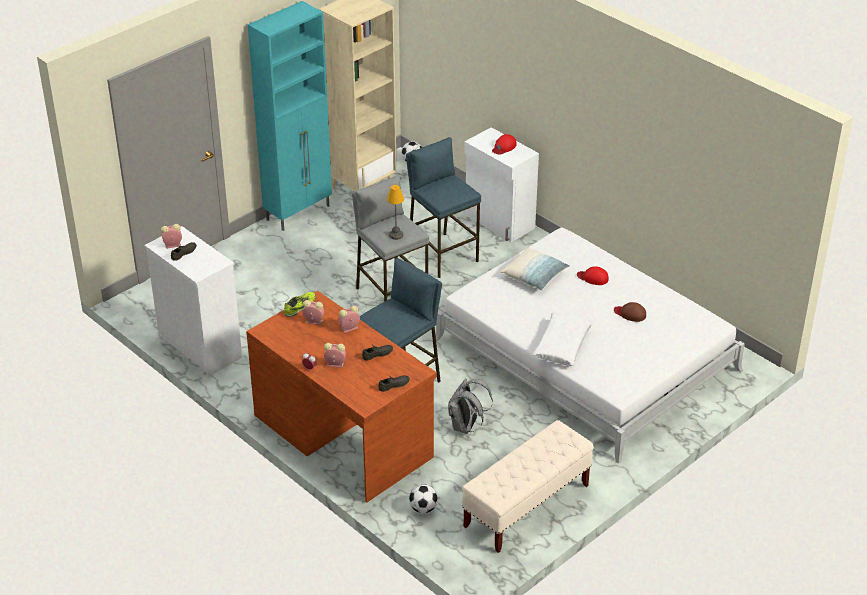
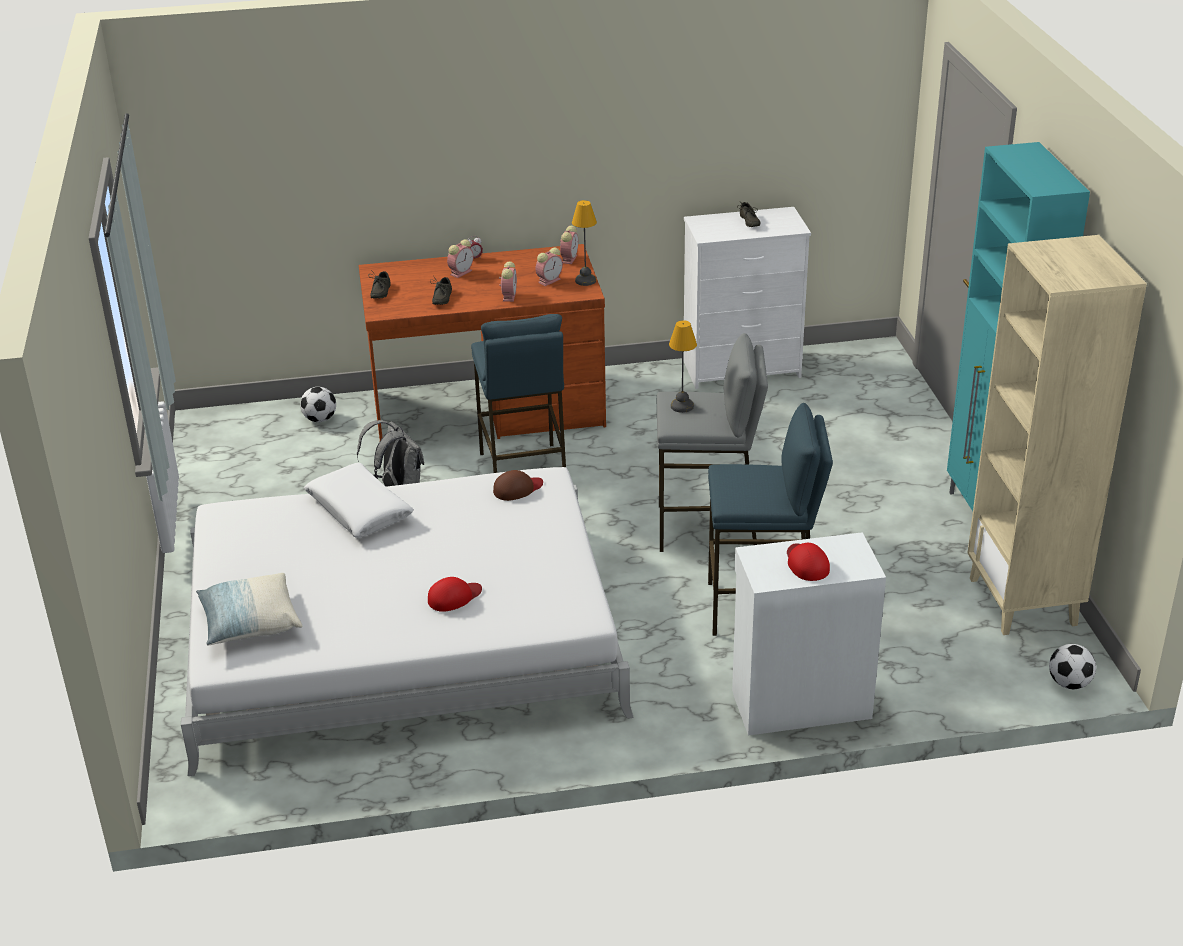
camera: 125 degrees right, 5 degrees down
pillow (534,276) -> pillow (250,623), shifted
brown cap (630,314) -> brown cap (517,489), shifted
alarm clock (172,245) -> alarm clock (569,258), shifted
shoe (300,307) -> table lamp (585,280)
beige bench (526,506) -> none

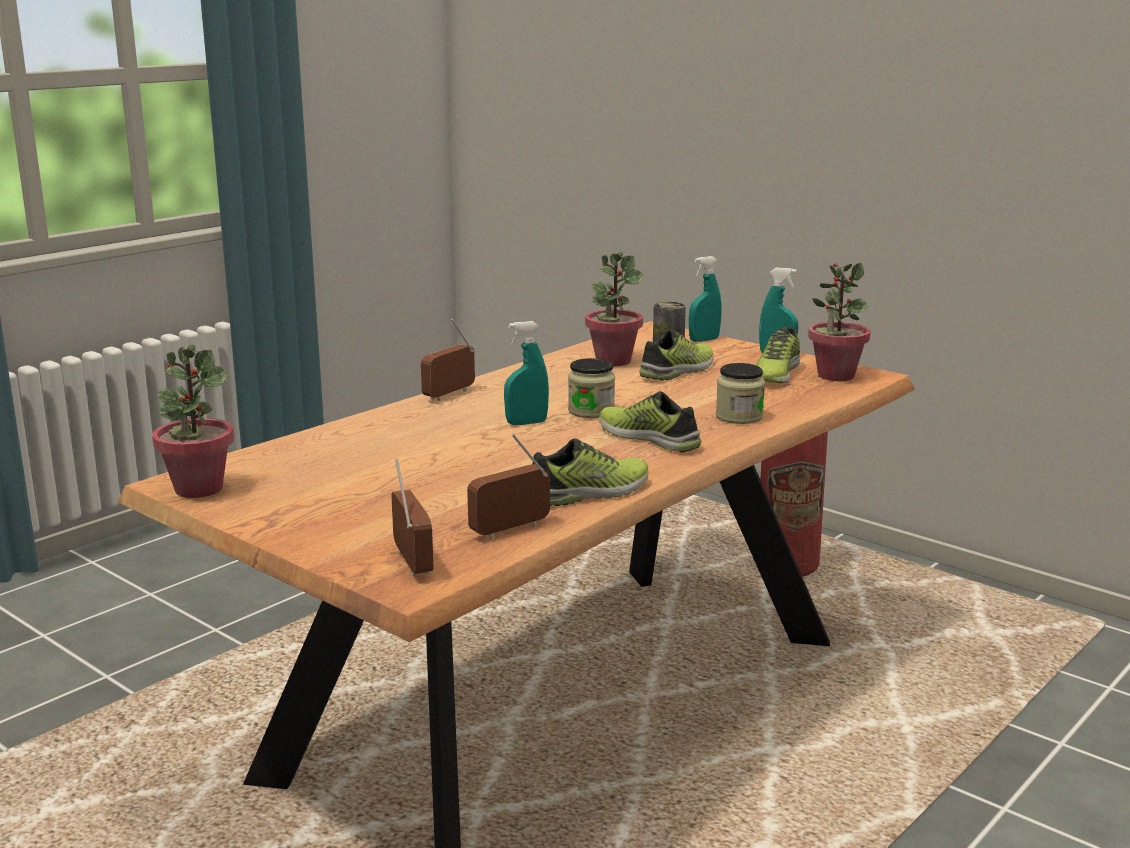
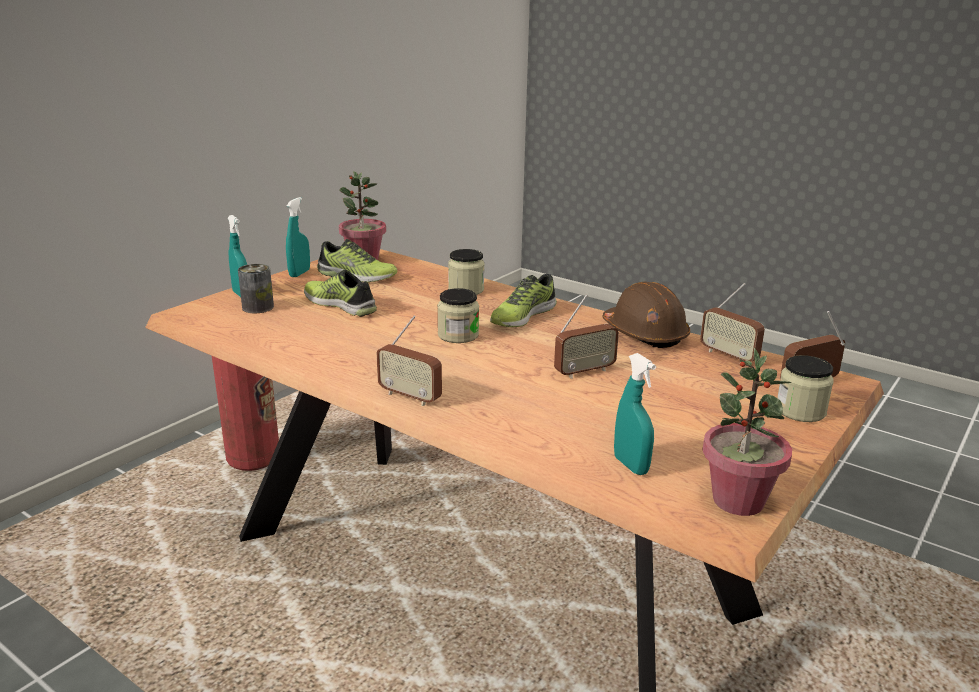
camera: 95 degrees left, 5 degrees up
none -> radio (584,371)
shoe (590,493) -> brown hard hat (645,334)
turquoise spray bottle (526,423) -> turquoise spray bottle (631,465), shifted
none -> jar (800,411)
potted plant (613,361) -> none

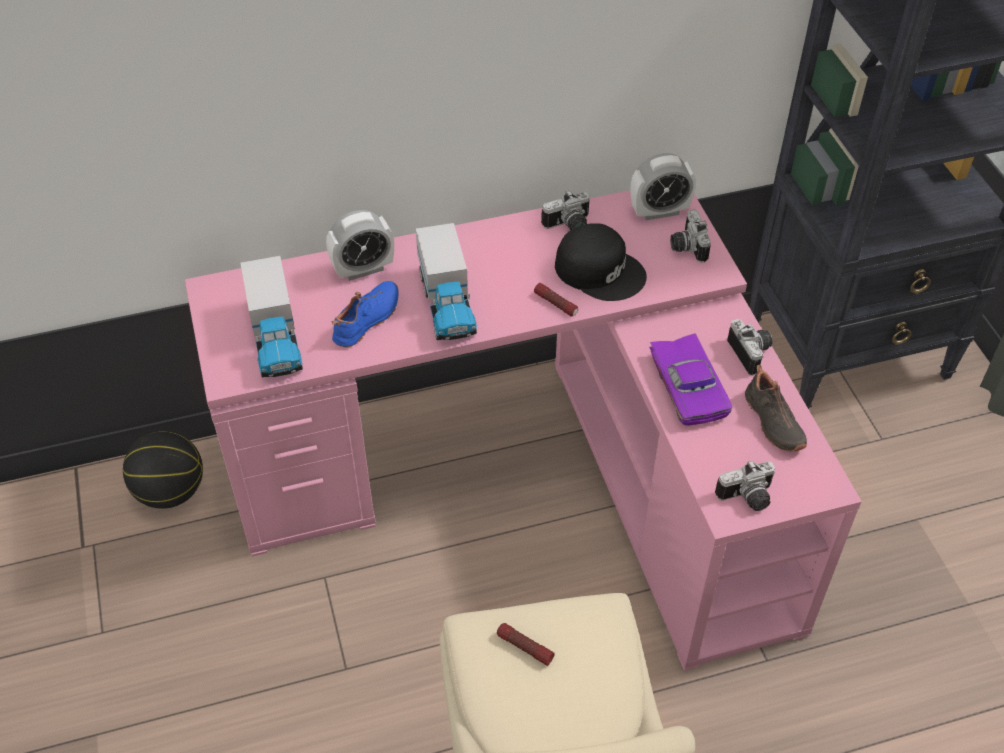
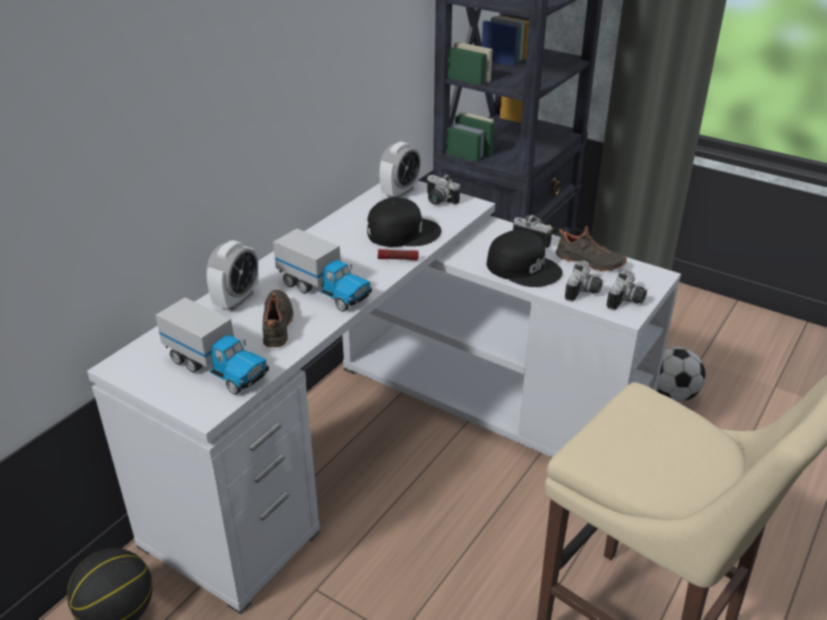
camera: 40 degrees left, 15 degrees down
pink desk (536,473) -> white desk (397,433)
blue shoe (368,321) -> black shoe (278,325)
purple toy car (691,386) -> black cap (524,267)
photo camera (569,226) -> photo camera (584,292), shifted
none -> football (671,395)
flashlight (524,647) -> none

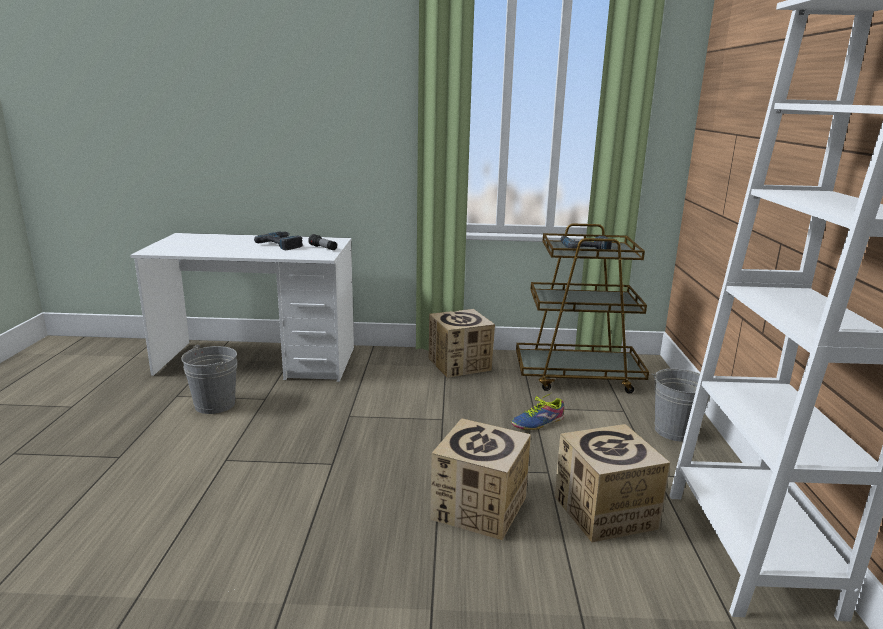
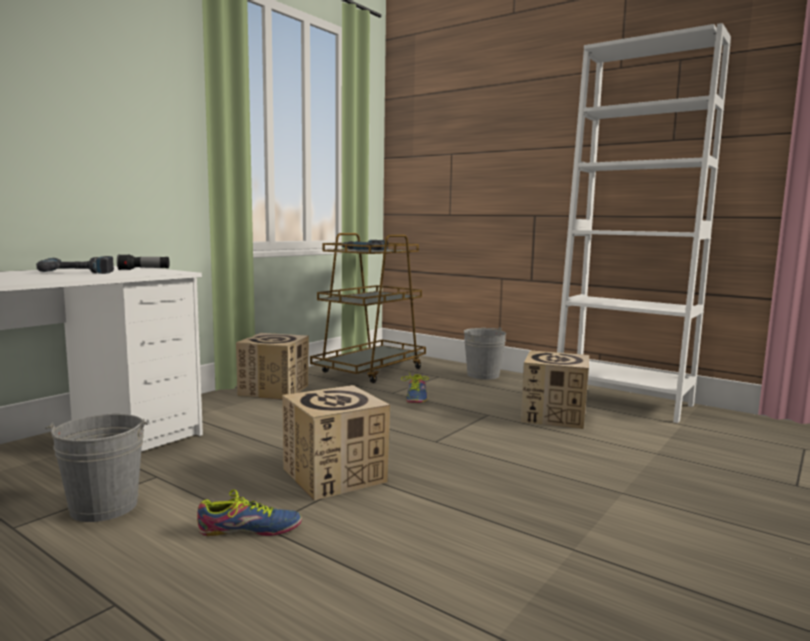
camera: 55 degrees left, 10 degrees down
none -> shoe (249,529)
cardboard box (479,508) -> cardboard box (335,475), shifted

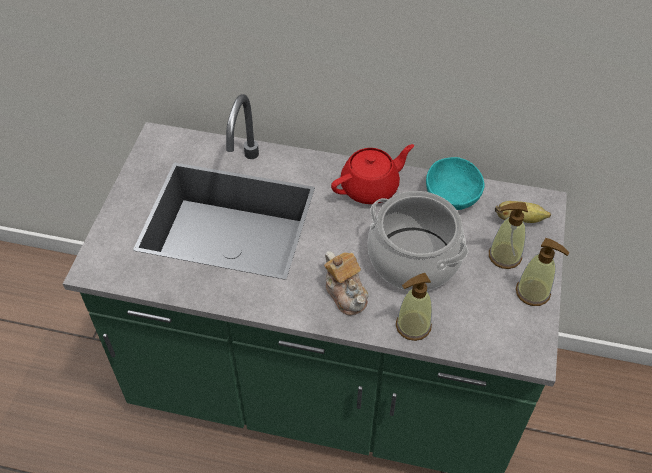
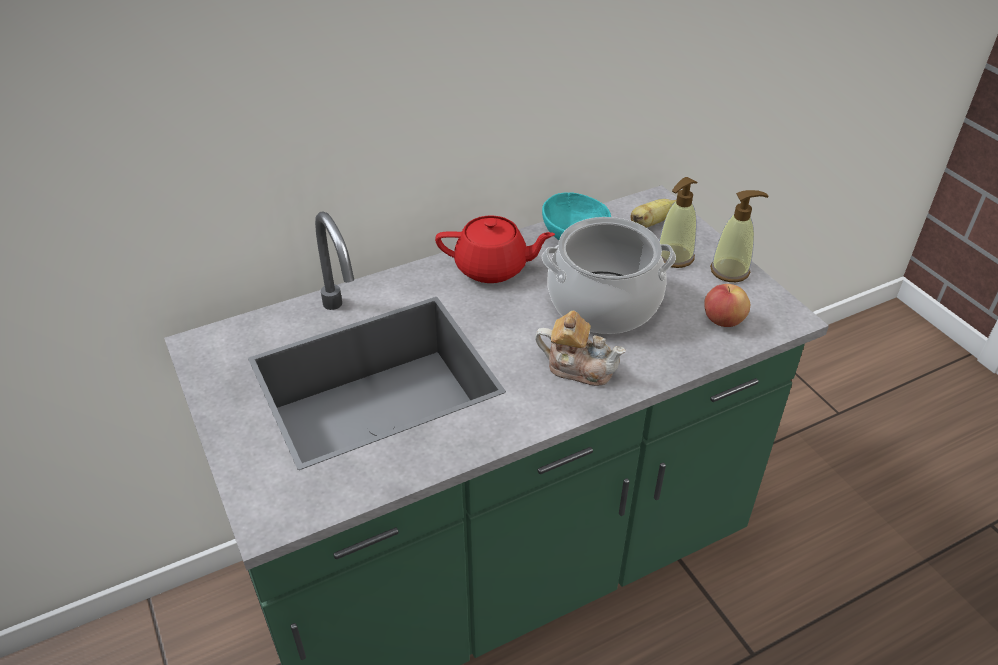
camera: 40 degrees left, 10 degrees down
red teapot (371,187) -> red teapot (493,268), 75 degrees clockwise
none -> apple (723,321)
soap dispenser (413,326) -> none

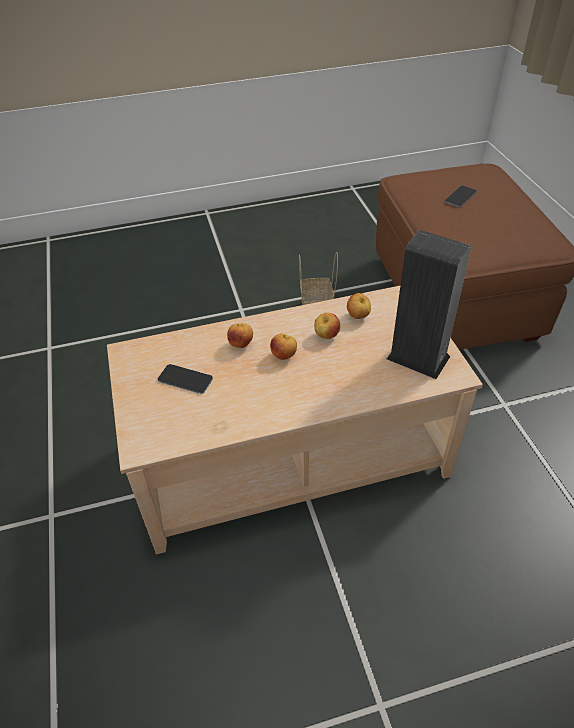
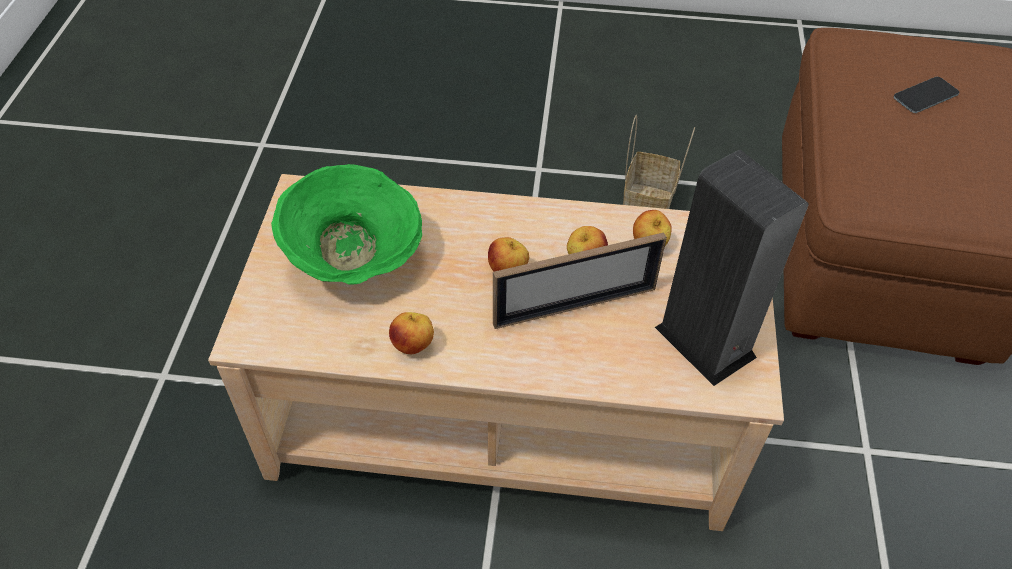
camera: 20 degrees right, 5 degrees up
phone (185,379) -> green bowl (355,260)
apple (241,344) -> apple (413,345), shifted
none -> picture frame (575,306)

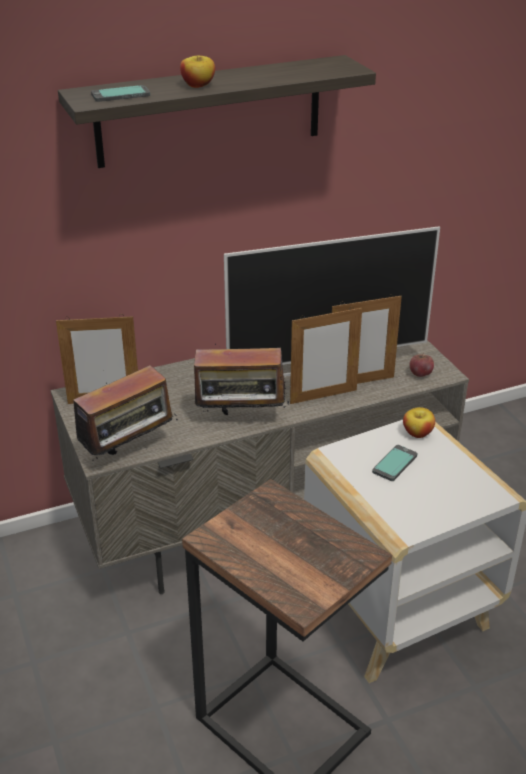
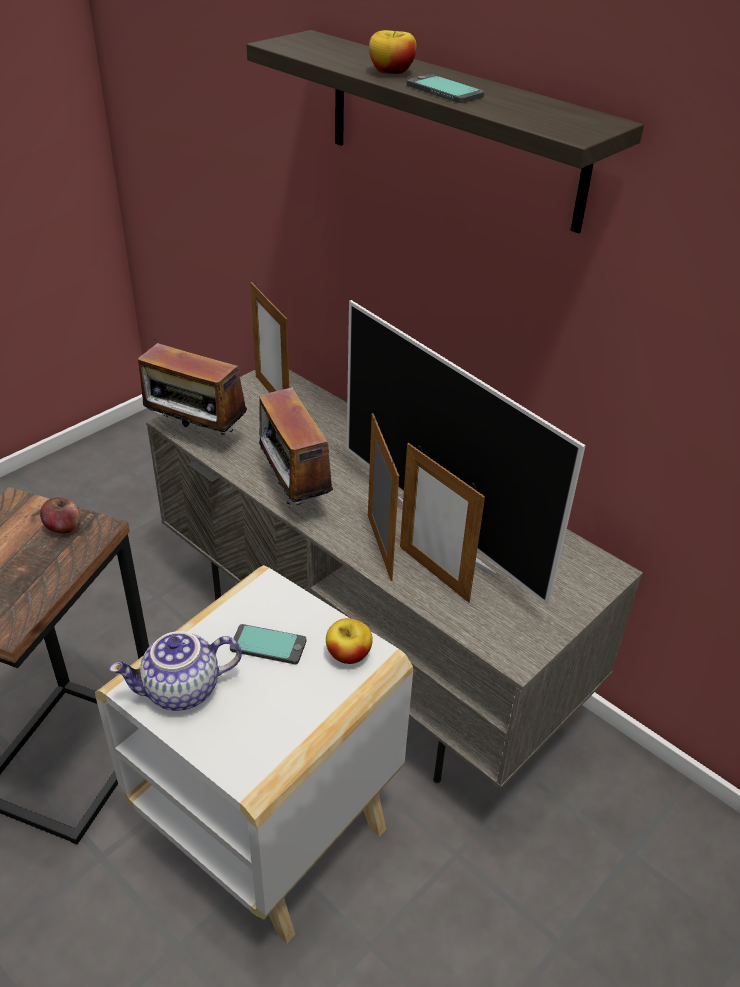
camera: 65 degrees right, 5 degrees up
apple (420,374) -> apple (63,527), shifted
none -> teapot (181,691)
picture frame (323,396) -> picture frame (379,547), 150 degrees counterclockwise
phone (120,95) -> phone (444,91), shifted

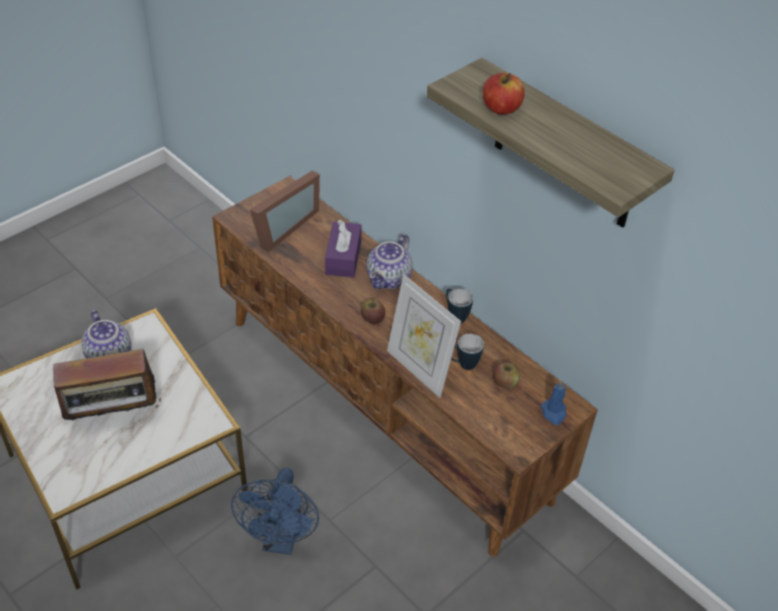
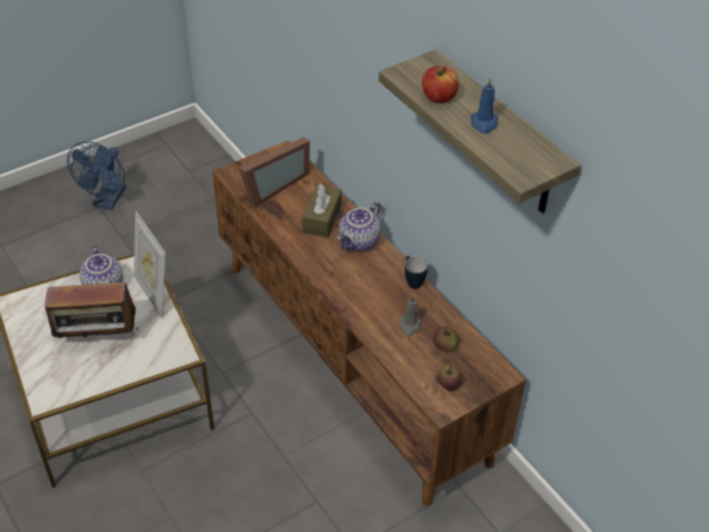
camera: 10 degrees right, 0 degrees up
blue fan (281,540) -> blue fan (107,201), shifted
picture frame (419,370) -> picture frame (154,294), shifted
purple tissue box (343,258) -> brown tissue box (322,219)
mug (462,364) -> grey candle (409,326)
apple (372,319) -> apple (448,384), shifted
blue candle (554,413) -> blue candle (484,123), shifted

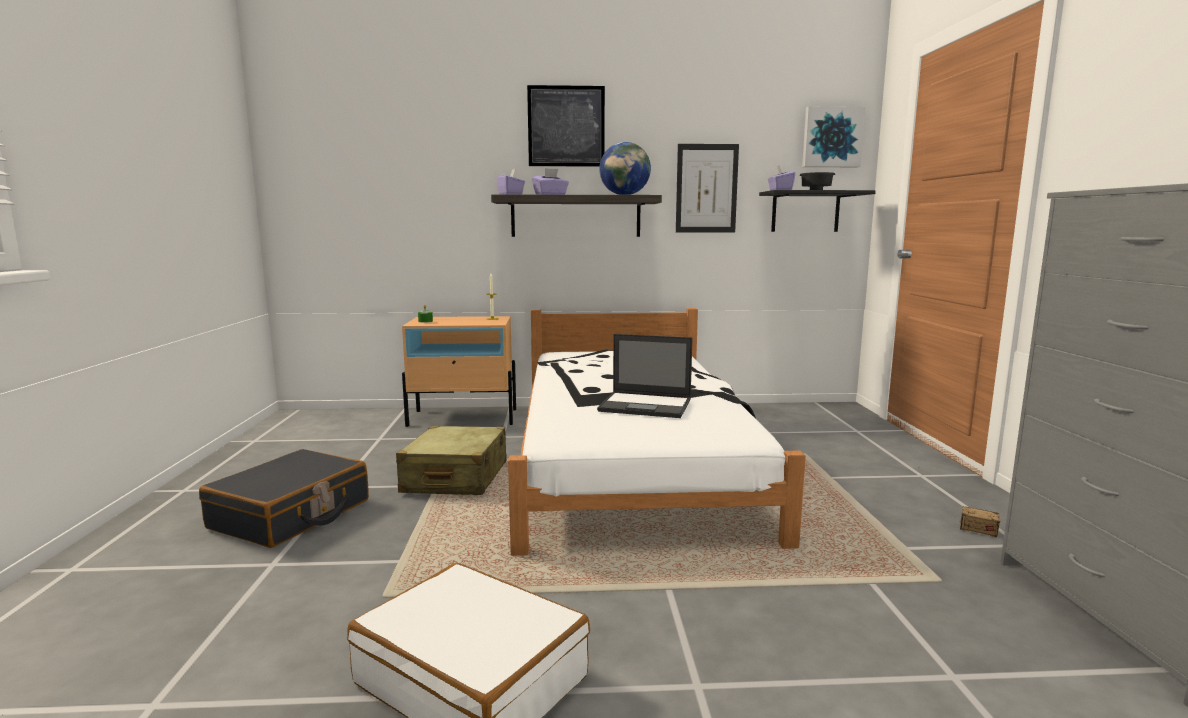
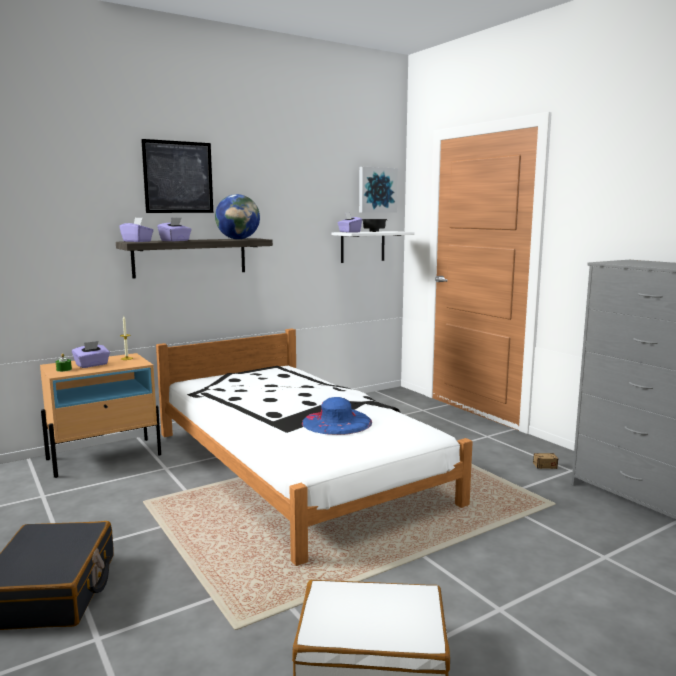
camera: 30 degrees left, 0 degrees up
none -> purple tissue box (92,365)
laptop (646,405) -> blue hat (336,422)
black shelf (805,212) -> white shelf (362,246)
beige suitcase (455,478) -> none
picture (706,188) -> none

